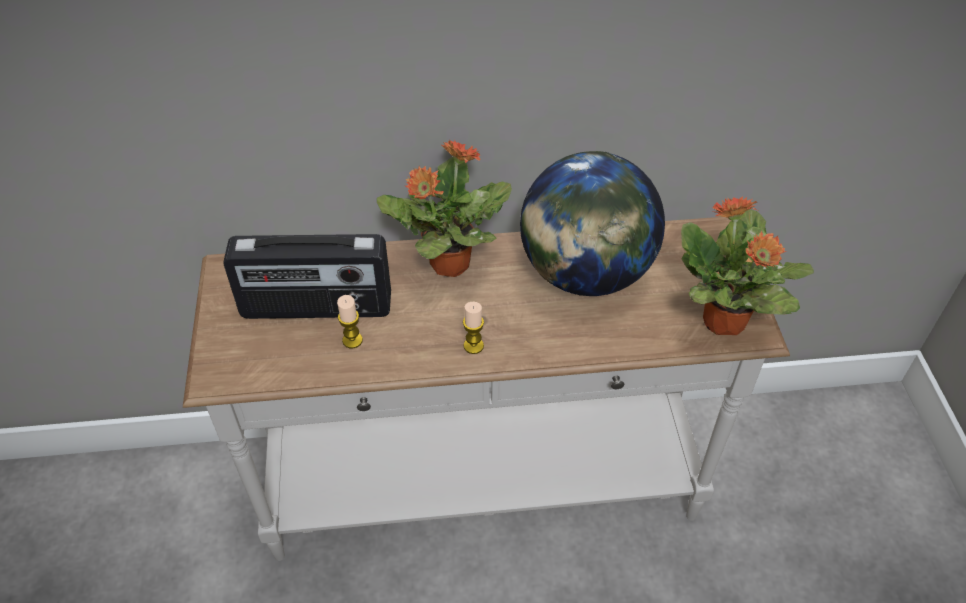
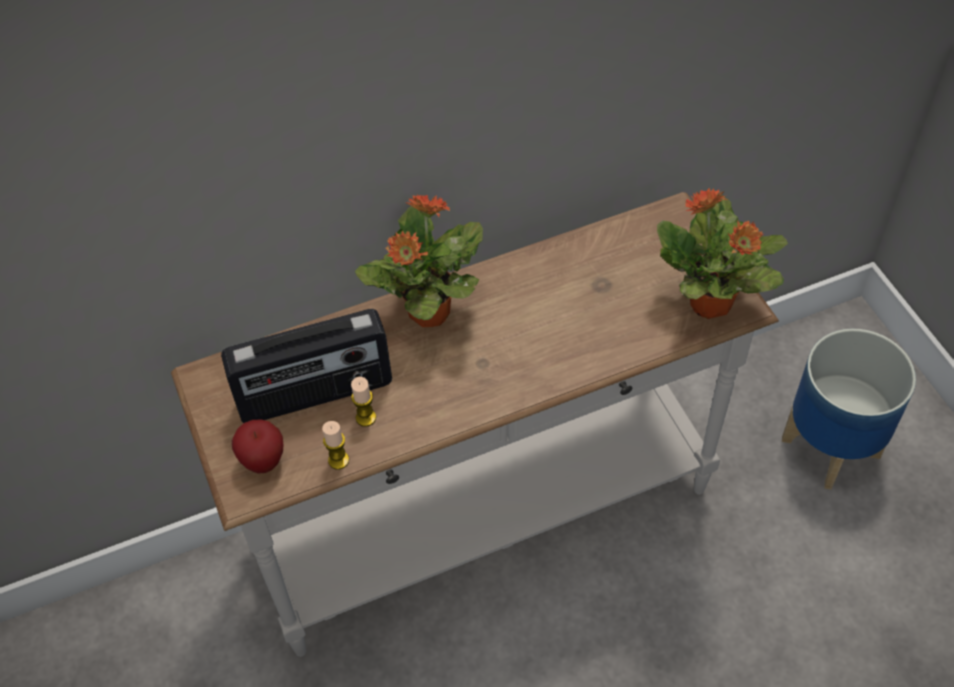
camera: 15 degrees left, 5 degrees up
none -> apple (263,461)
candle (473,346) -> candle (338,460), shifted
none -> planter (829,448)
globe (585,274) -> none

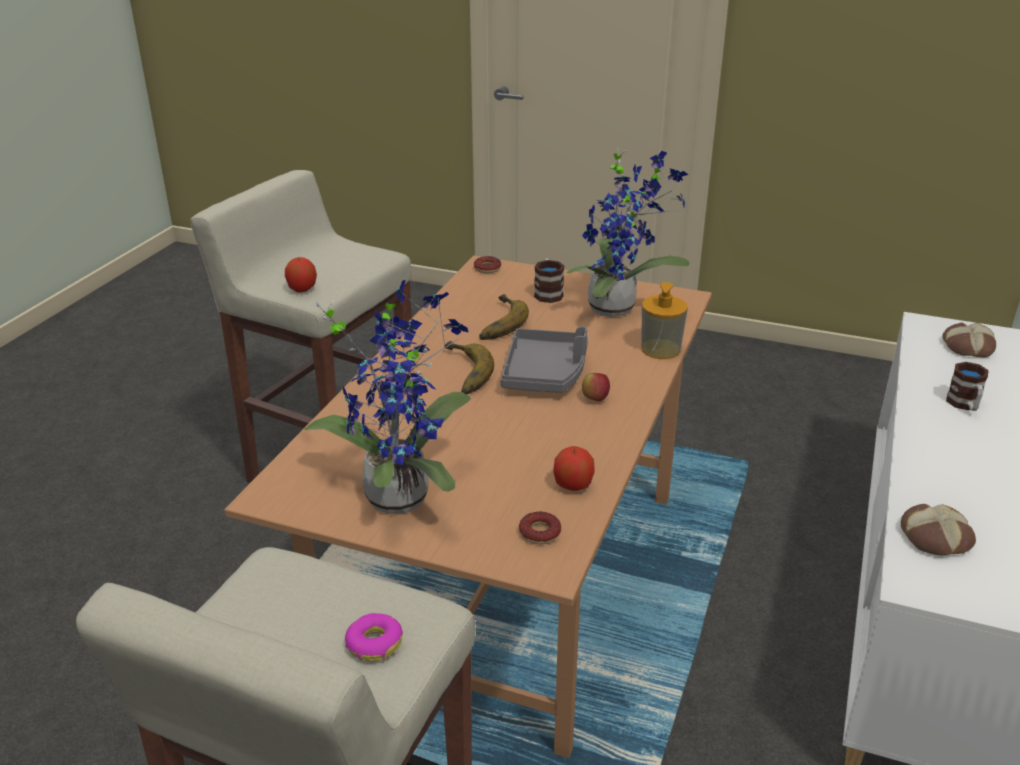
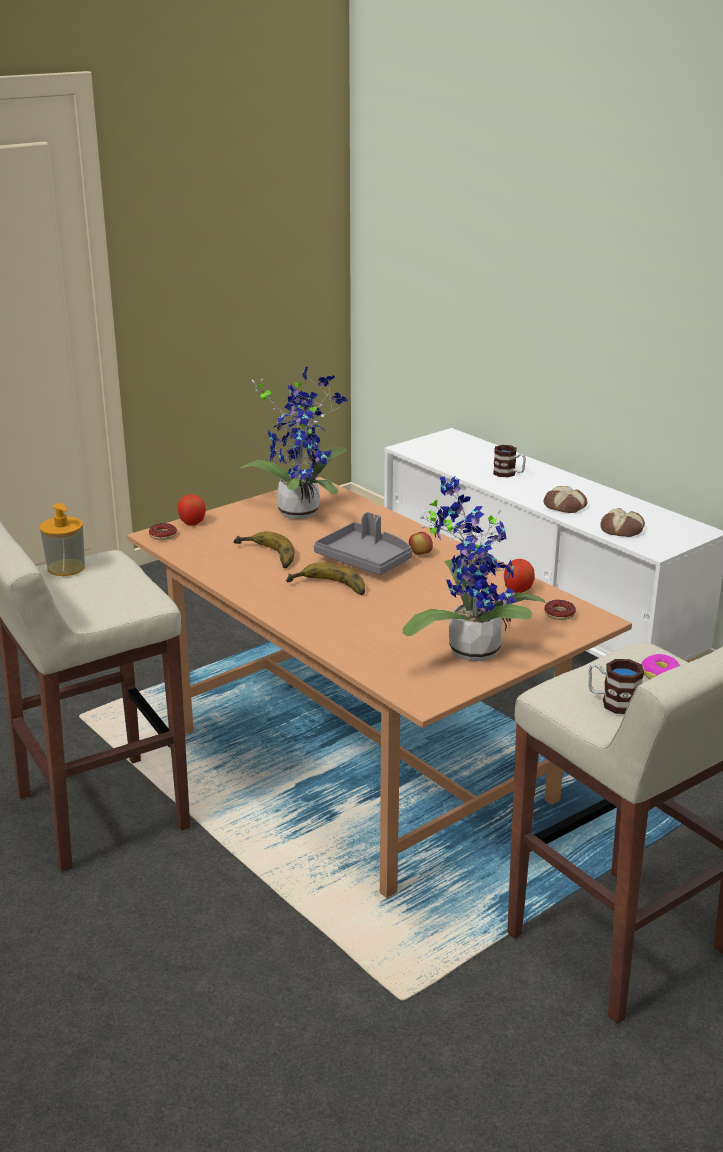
camera: 60 degrees left, 5 degrees down
soap dispenser (660,349) -> soap dispenser (66,568), shifted
apple (302,289) -> apple (192,522), shifted
bread (967,346) -> bread (564,506), shifted
mug (548,293) -> mug (612,702), shifted

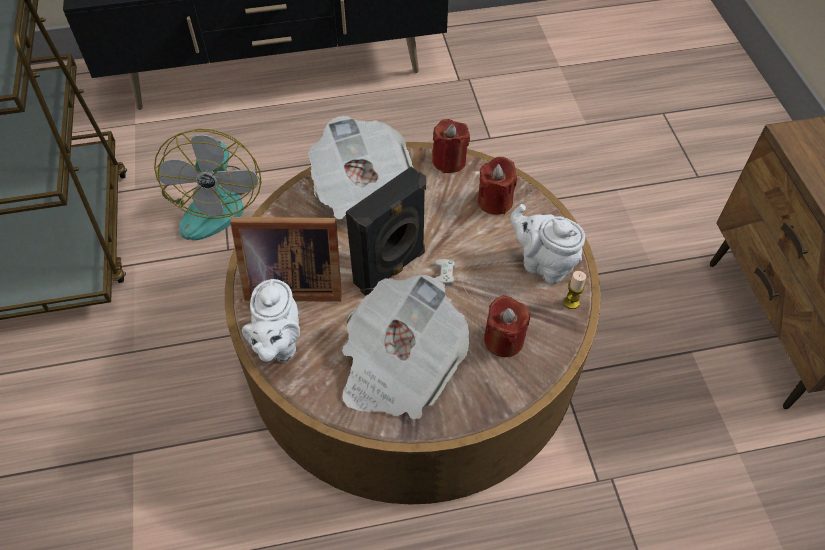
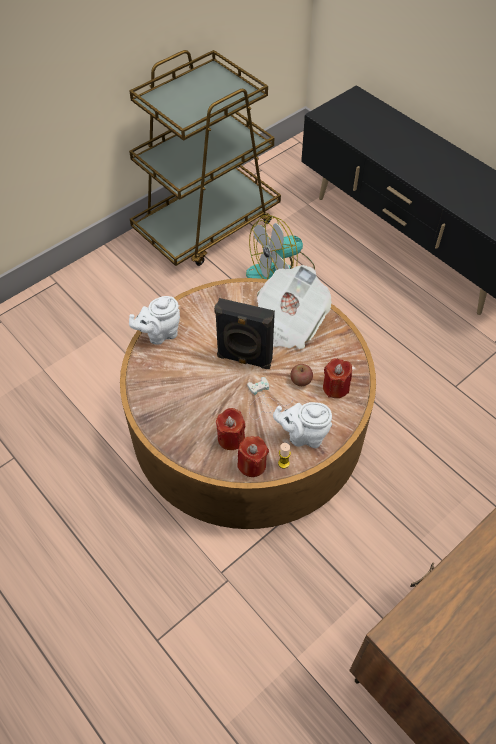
camera: 60 degrees right, 0 degrees up
red candle (449,161) -> red candle (252,464), shifted
white teapot (543,264) -> white teapot (303,436), 90 degrees counterclockwise
none -> apple (301,380)
picture frame (291,281) -> none
newspaper (398,366) -> none

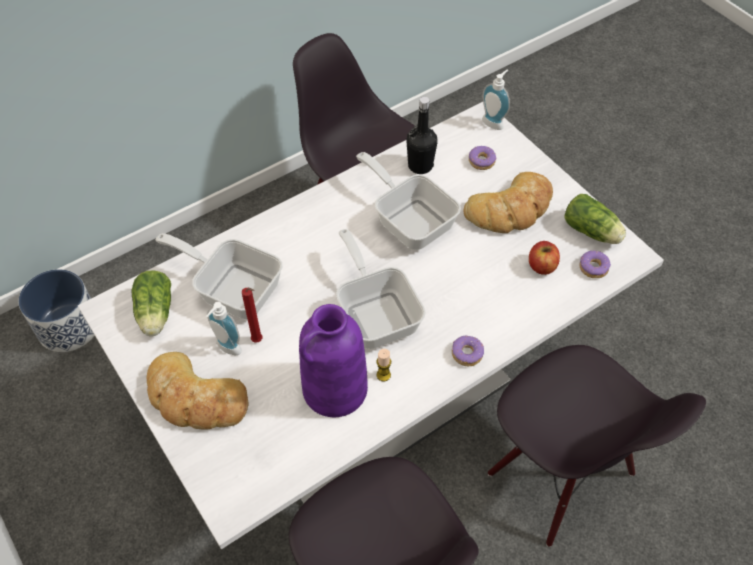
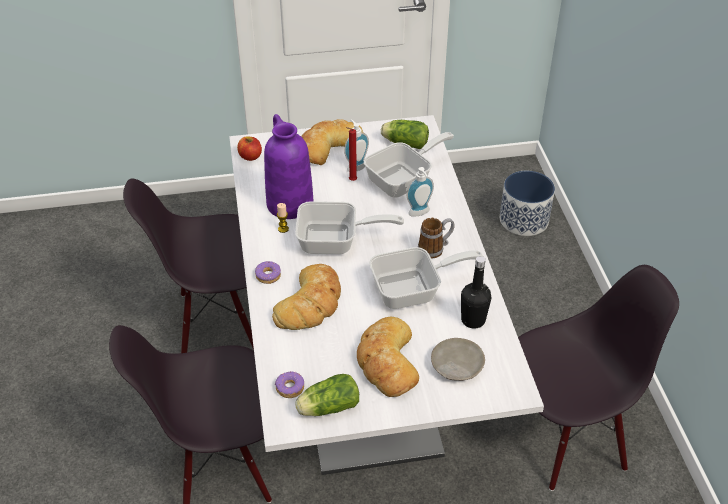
camera: 115 degrees right, 10 degrees down
apple (541,266) -> apple (250,156), shifted
none -> bread (311,303)
soap dispenser (494,122) -> soap dispenser (420,213), shifted
none -> mug (435,248)
donut (482,161) -> beige plate (456,365)

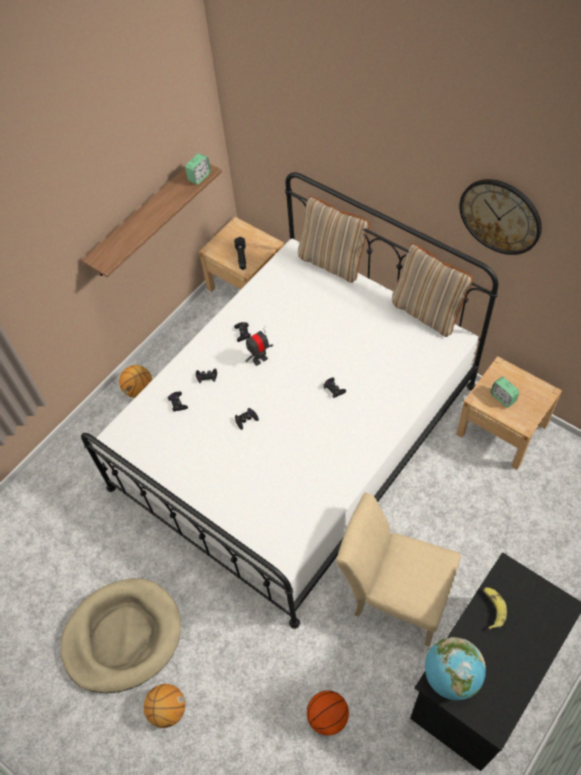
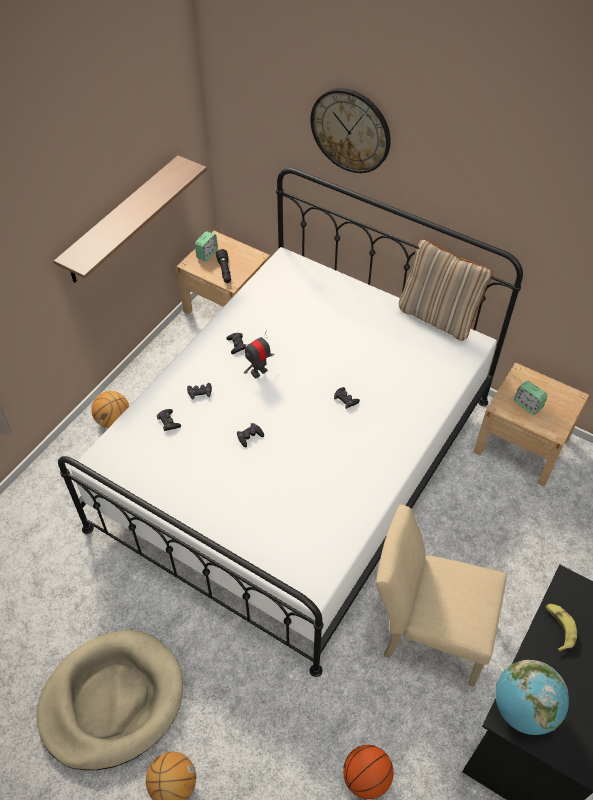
camera: 10 degrees left, 5 degrees down
alarm clock (199,177) -> alarm clock (207,254), shifted
wall clock (500,216) -> wall clock (351,130), shifted
beige pillow (332,262) -> none

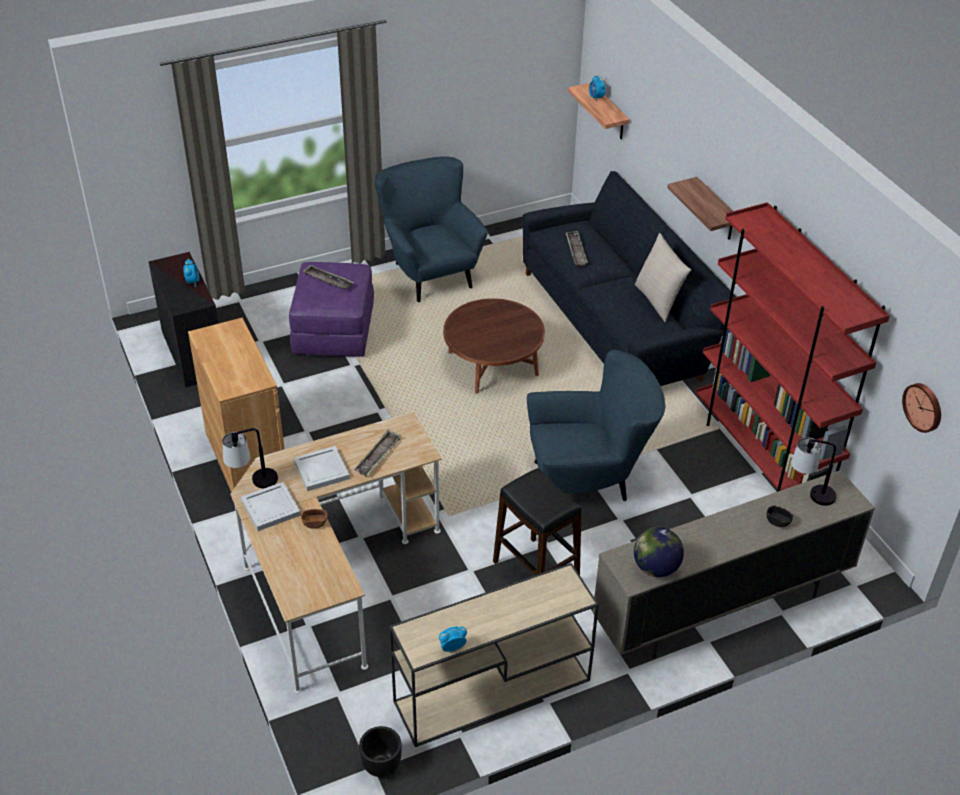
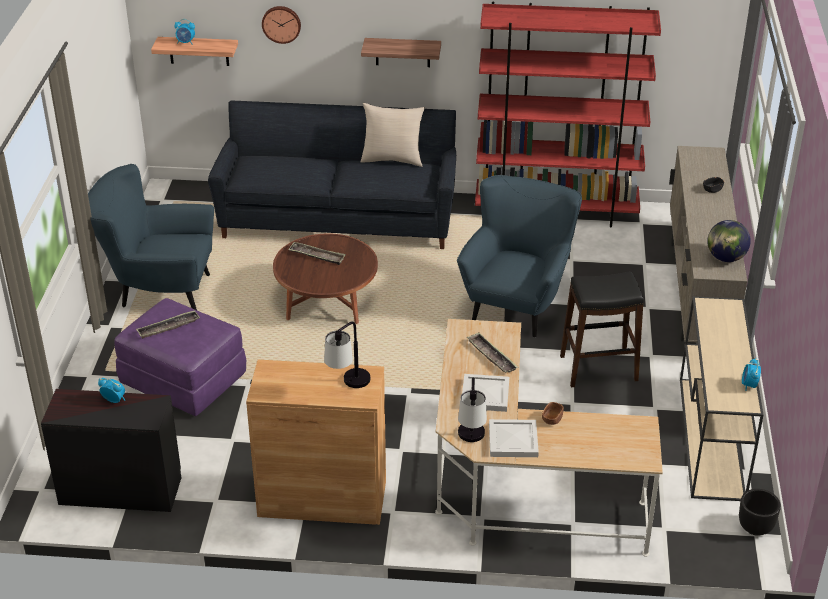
camera: 60 degrees left, 5 degrees down
wall clock (924,407) -> wall clock (281,23), shifted
tray (576,251) -> tray (317,256), shifted
table lamp (810,495) -> table lamp (349,386), shifted

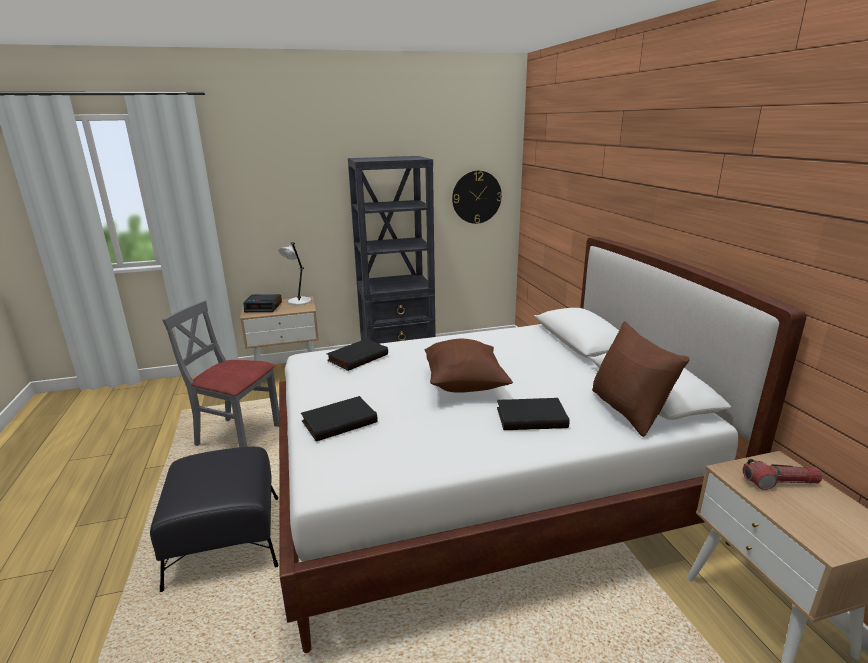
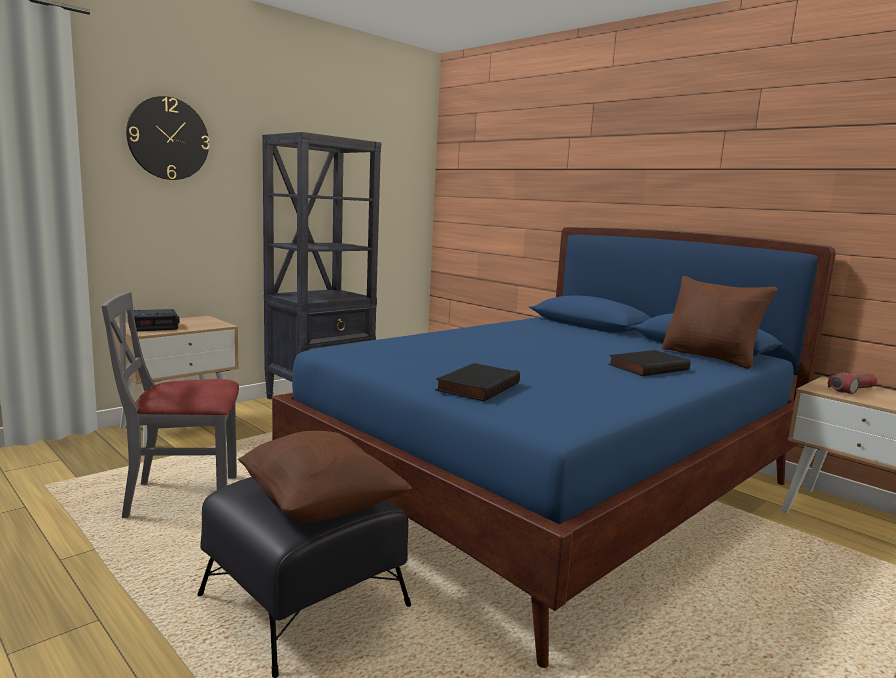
camera: 30 degrees left, 10 degrees down
wall clock (476,197) -> wall clock (168,138), shifted
brown pillow (464,384) -> brown pillow (320,507), shifted
white bed (483,490) -> blue bed (552,489)
white table lamp (298,302) -> none
black book (357,357) -> none

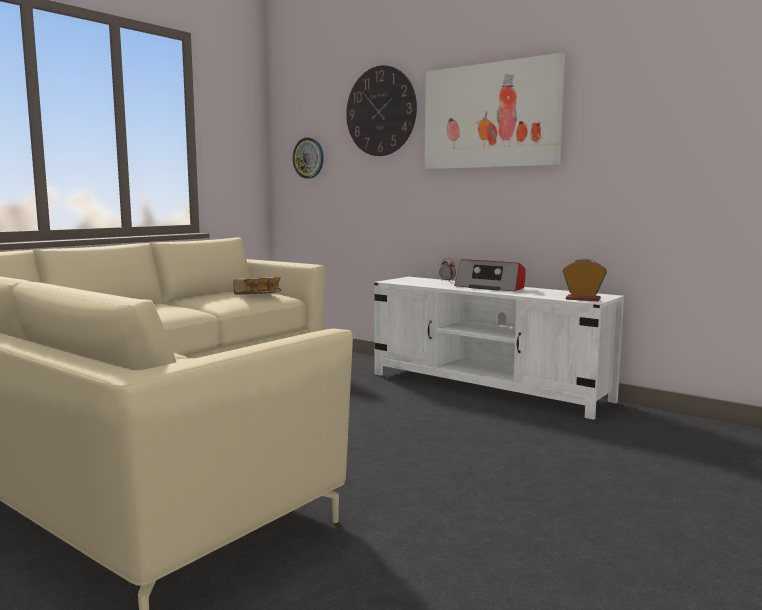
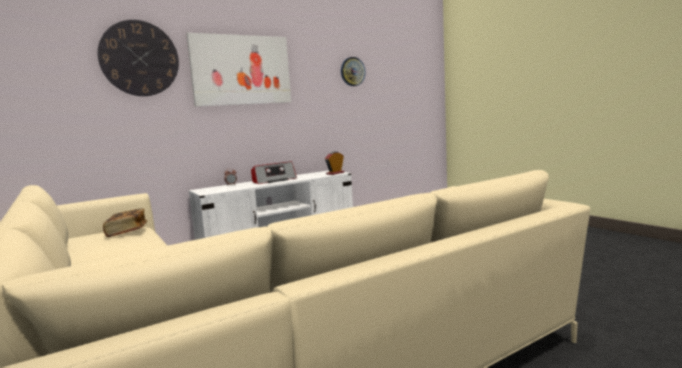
camera: 70 degrees left, 0 degrees up
wall clock (308,158) -> wall clock (352,71), shifted

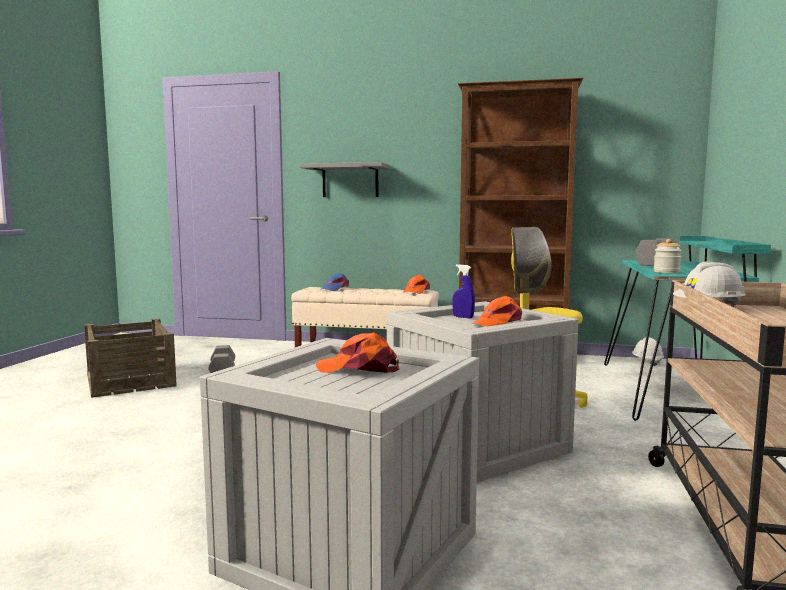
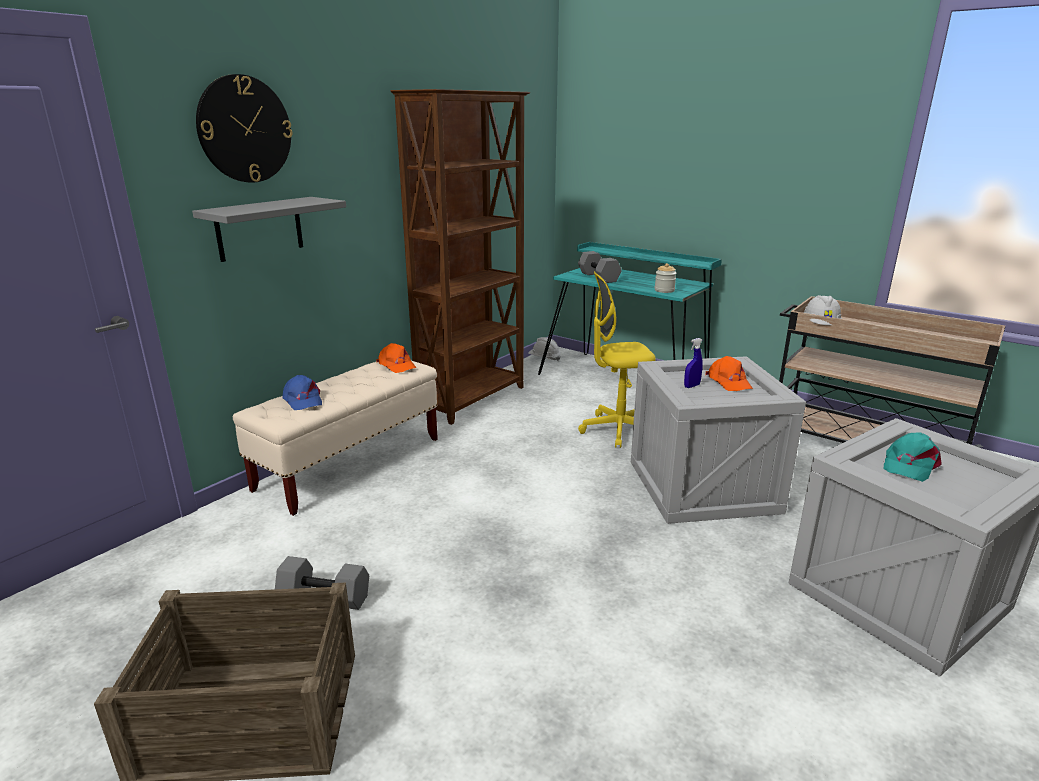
camera: 65 degrees left, 15 degrees up
none -> wall clock (244,129)
orange cap (359,369) -> turquoise cap (909,465)

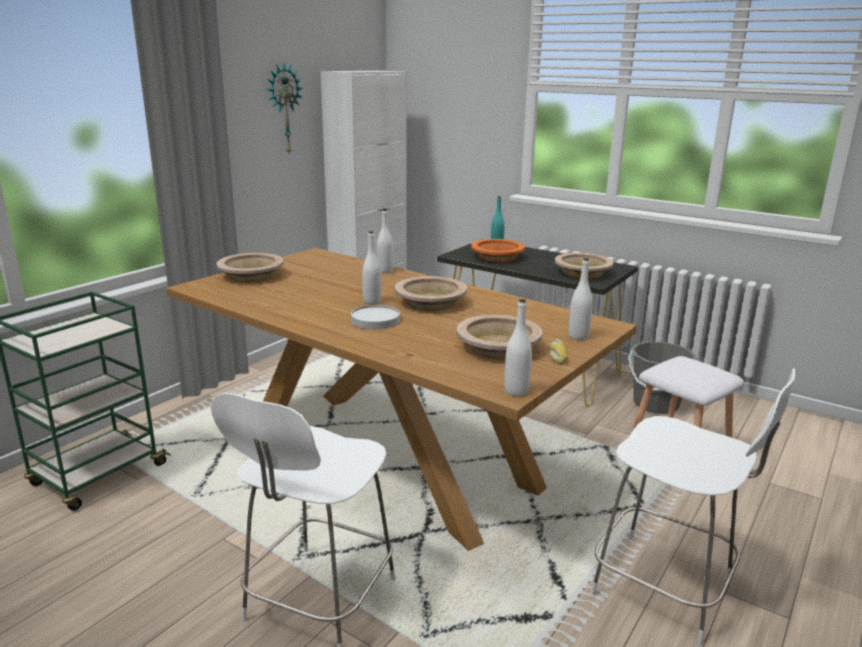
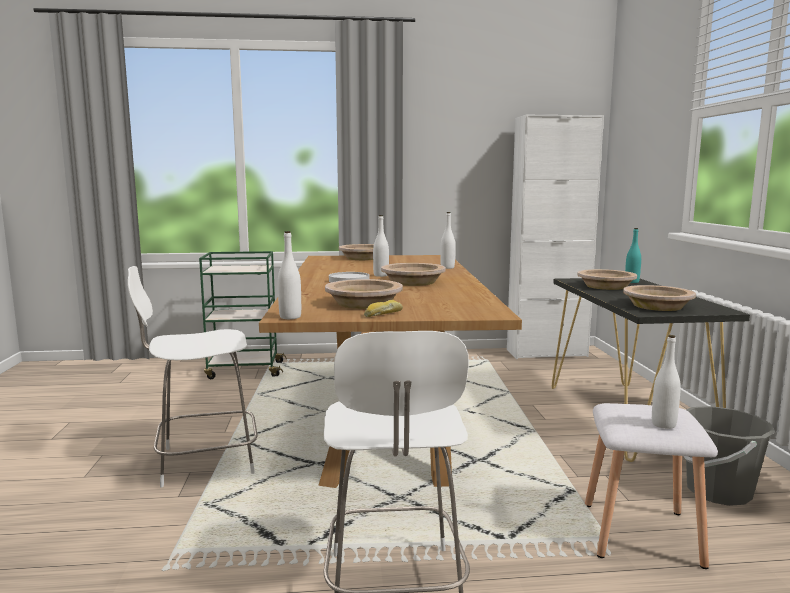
camera: 50 degrees right, 10 degrees down
orange bowl (497,257) -> beige bowl (605,286)
white bottle (578,336) -> white bottle (663,424), shifted
wall clock (283,109) -> none

